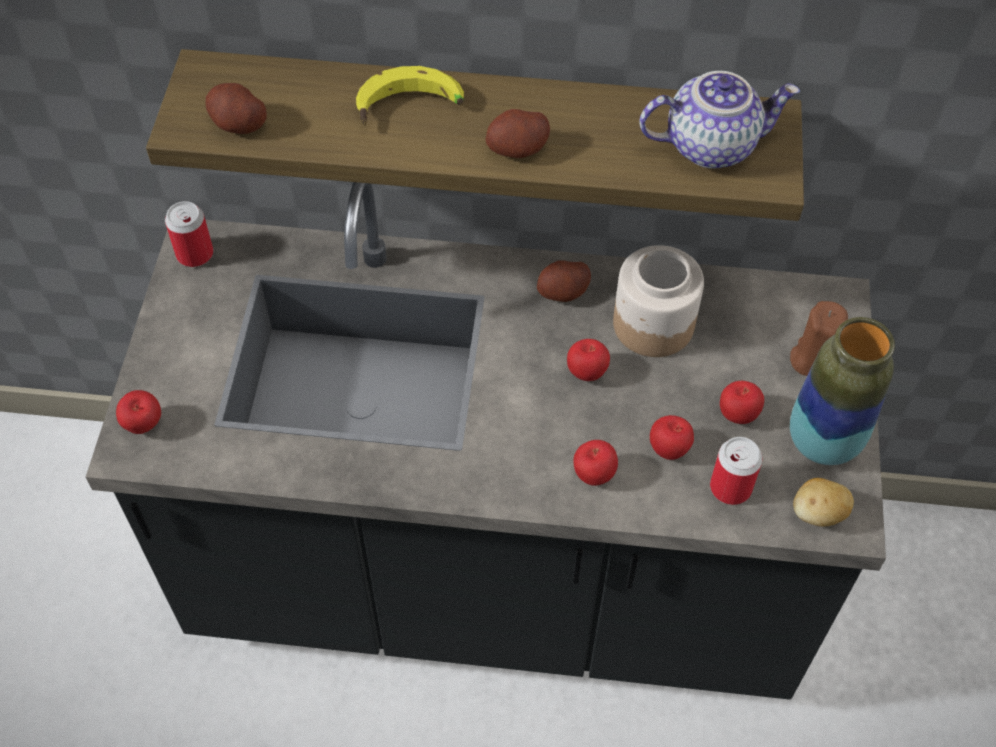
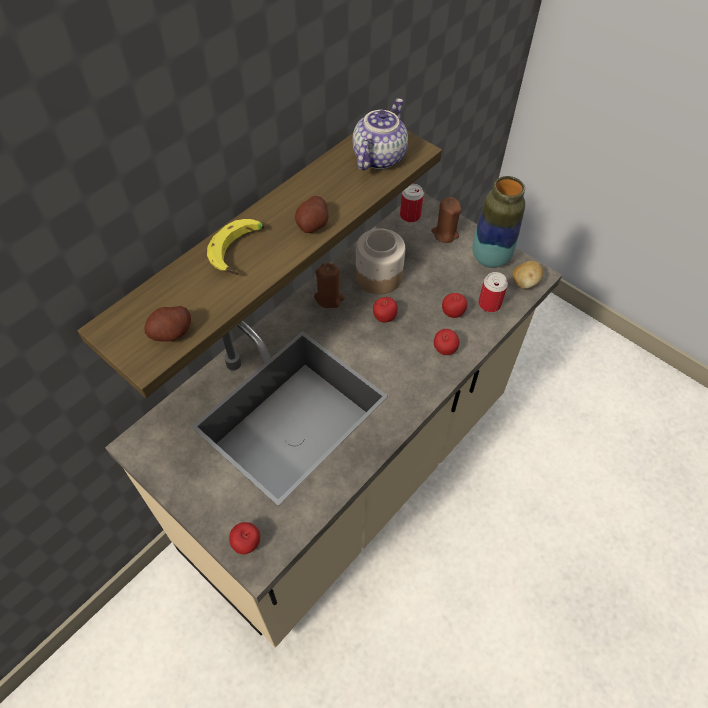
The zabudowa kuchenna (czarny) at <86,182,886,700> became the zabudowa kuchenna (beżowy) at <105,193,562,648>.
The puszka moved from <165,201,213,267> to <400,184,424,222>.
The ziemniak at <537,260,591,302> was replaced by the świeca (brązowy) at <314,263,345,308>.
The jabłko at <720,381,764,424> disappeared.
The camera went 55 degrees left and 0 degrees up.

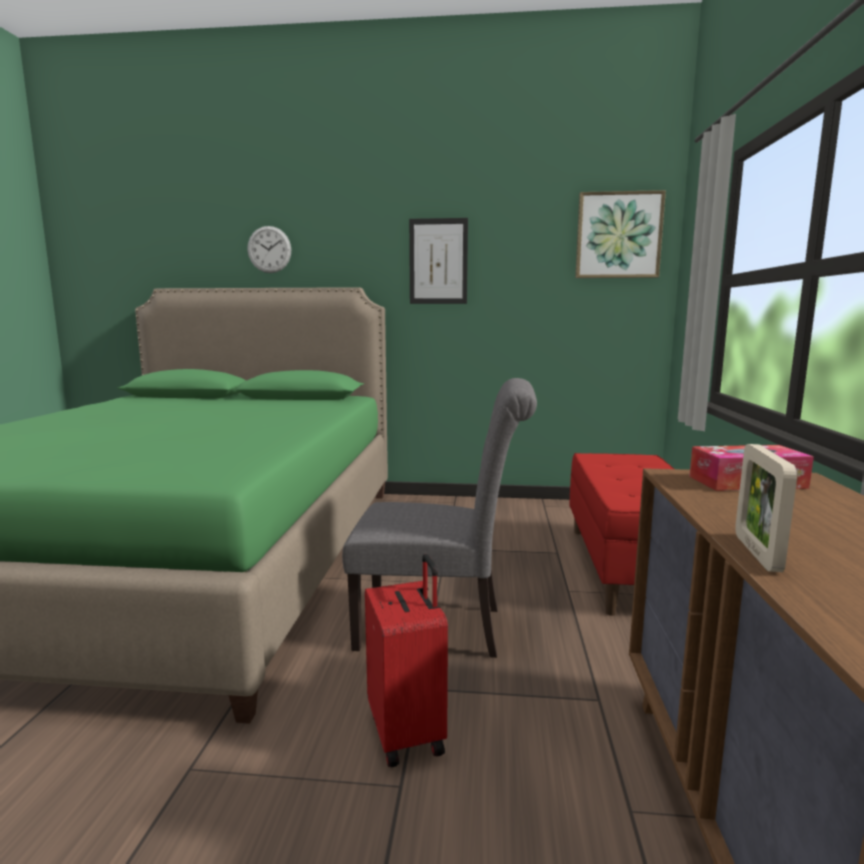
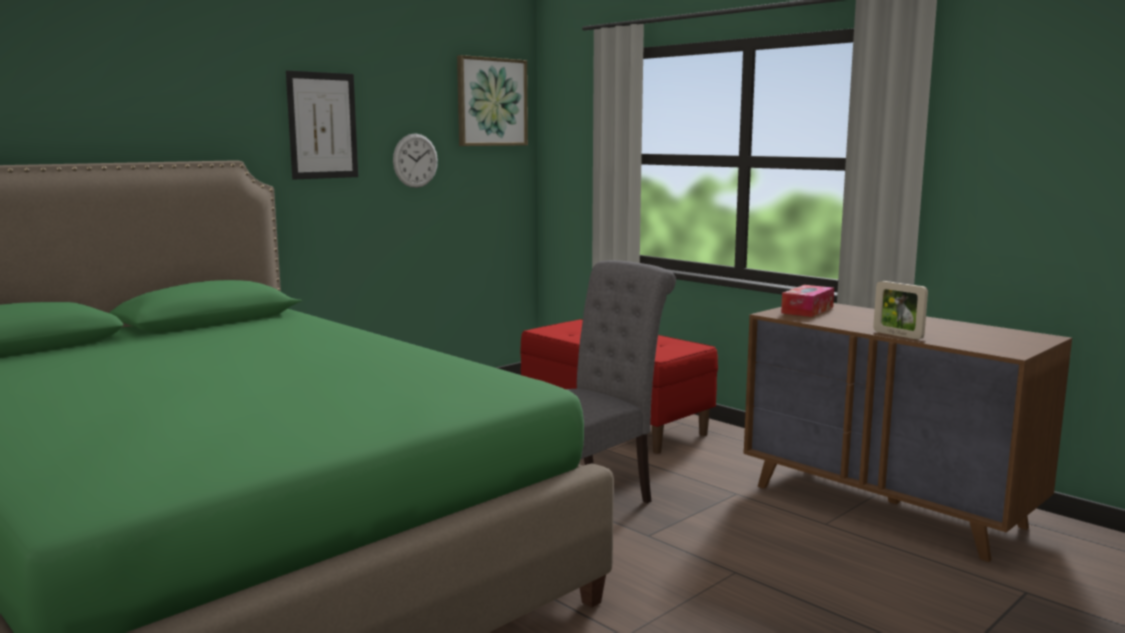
The zegar ścienny moved from <247,226,291,273> to <393,133,438,188>.
The walizka (czerwony) at <365,554,448,767> disappeared.
The camera went 50 degrees left and 0 degrees up.

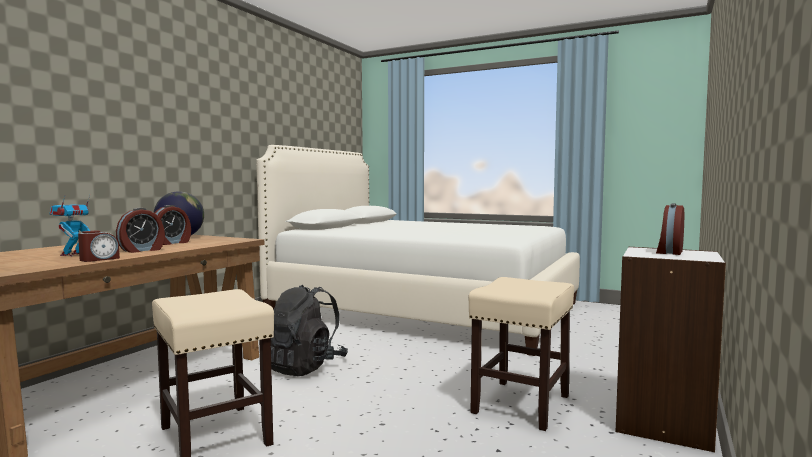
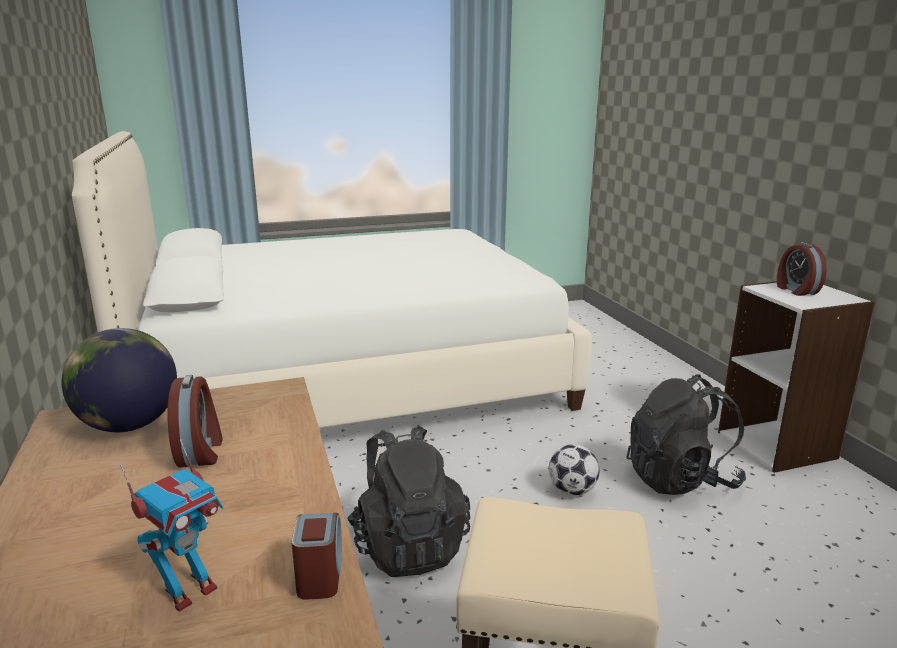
The robot zabawkowy at <49,195,91,256> turned 120 degrees counterclockwise.
The budzik at <116,208,165,253> disappeared.
The stołek (beżowy) at <469,277,574,431> was replaced by the plecak (czarny) at <626,375,746,495>.
The piłka futbolowa at <549,444,599,495> appeared.
The camera went 45 degrees left and 15 degrees up.

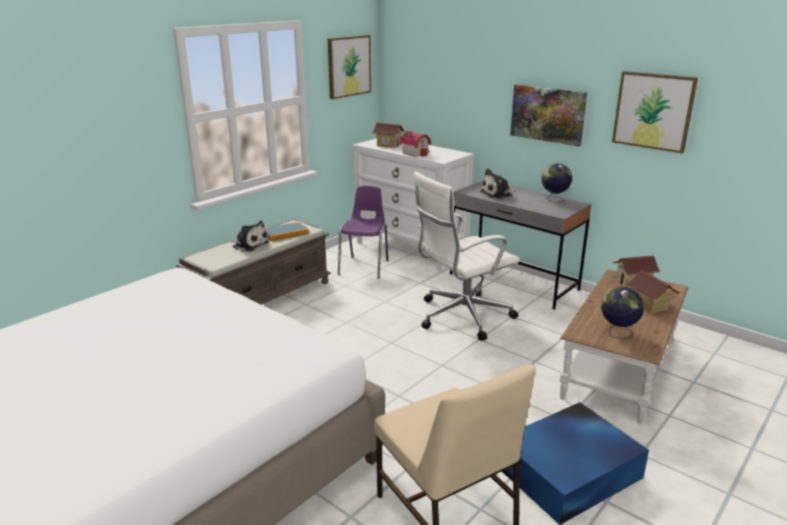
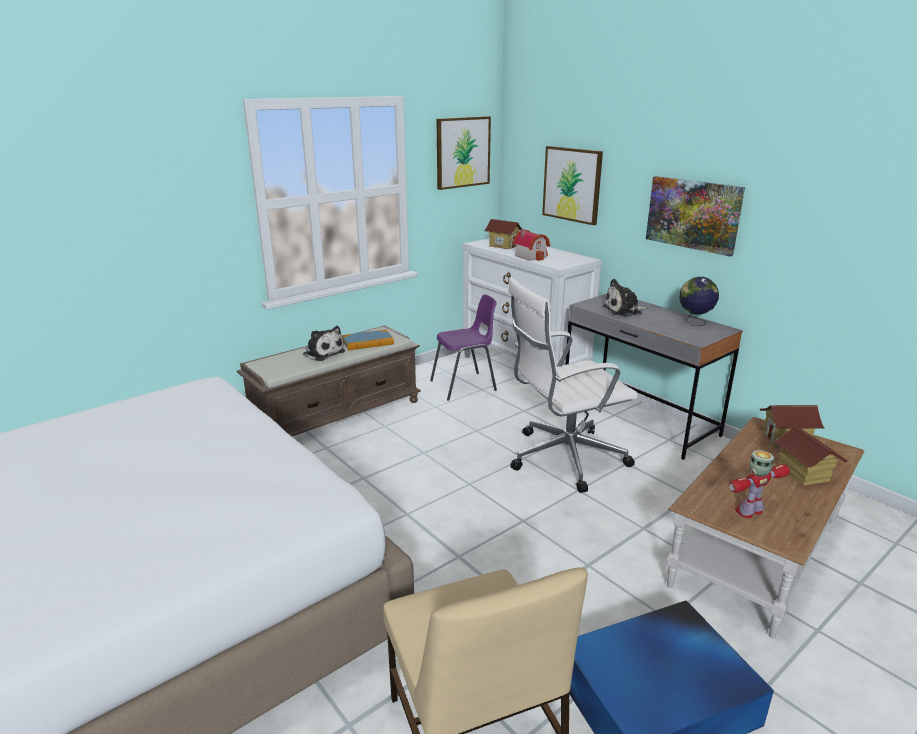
The krzesło (fioletowy) at <338,186,388,279> turned 45 degrees clockwise.
The globus at <601,287,644,339> was replaced by the robot zabawkowy at <729,450,790,518>.
The obraz moved from <612,71,698,153> to <542,146,603,225>.
The camera went 10 degrees right and 0 degrees up.

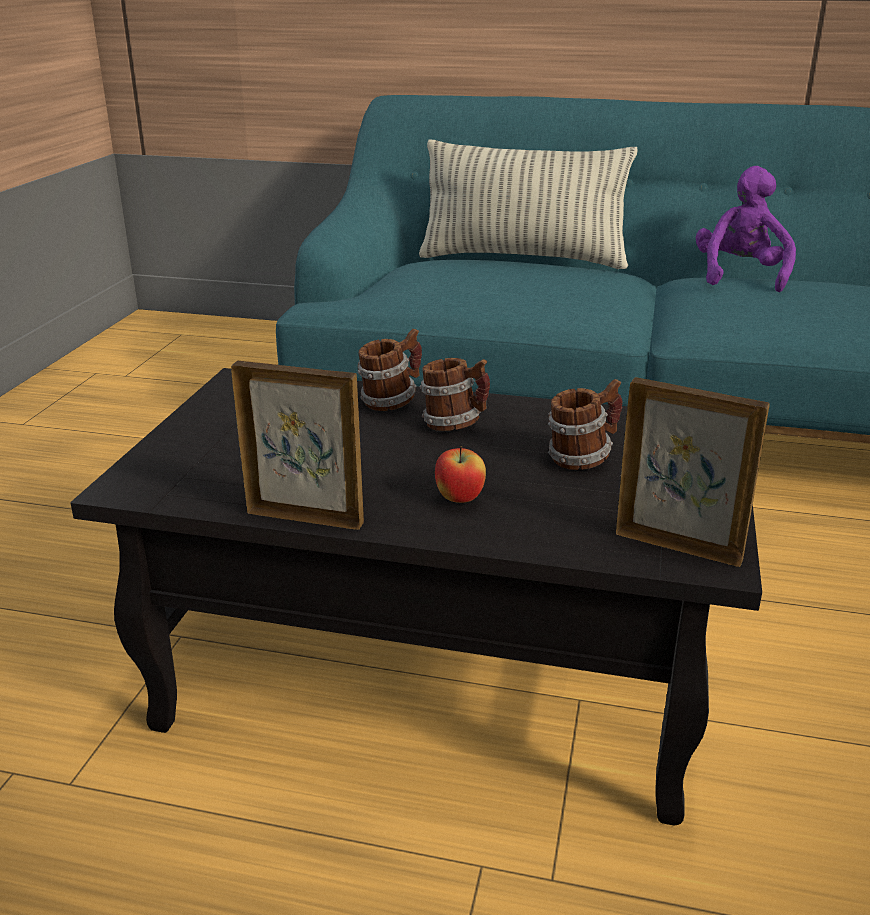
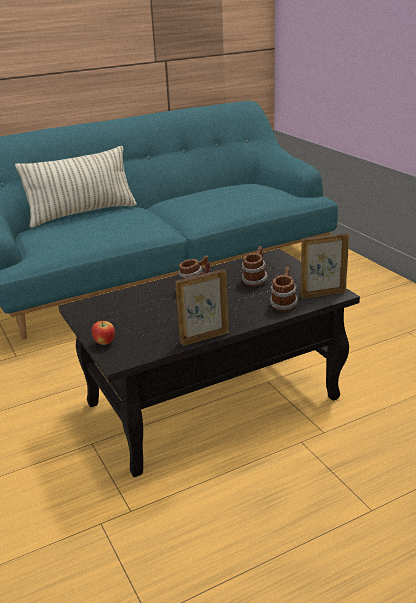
The kubek moved from <358,329,422,411> to <270,267,298,311>.
The jabłko moved from <435,446,486,503> to <92,320,115,345>.
The pluszak (fioletowy) at <696,166,796,292> disappeared.
The camera went 40 degrees left and 0 degrees up.

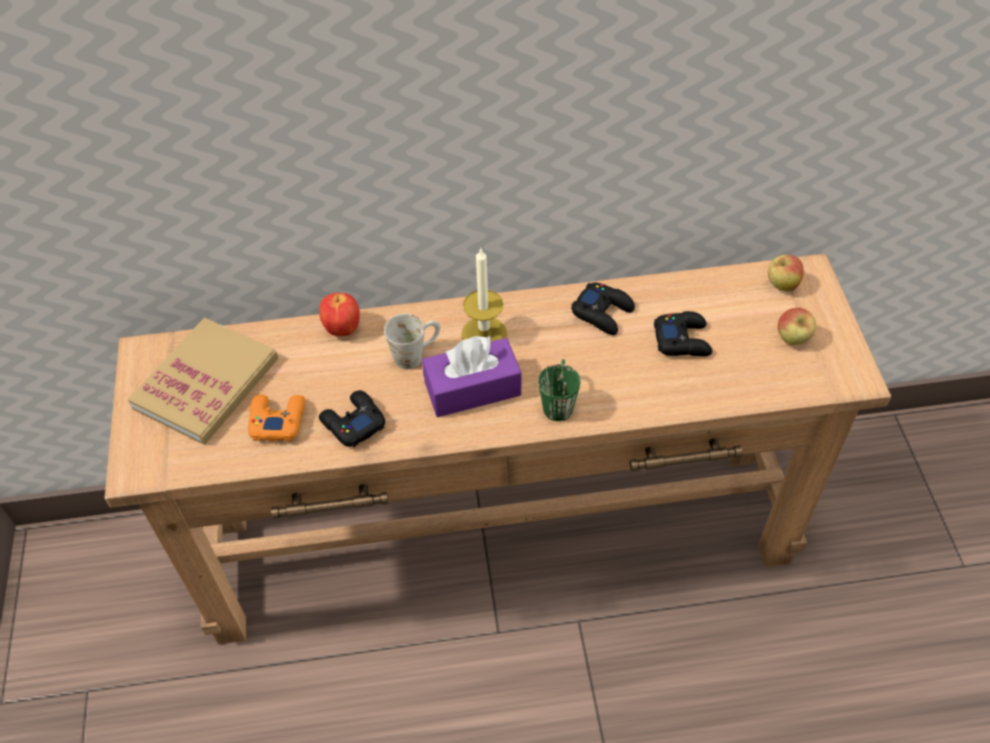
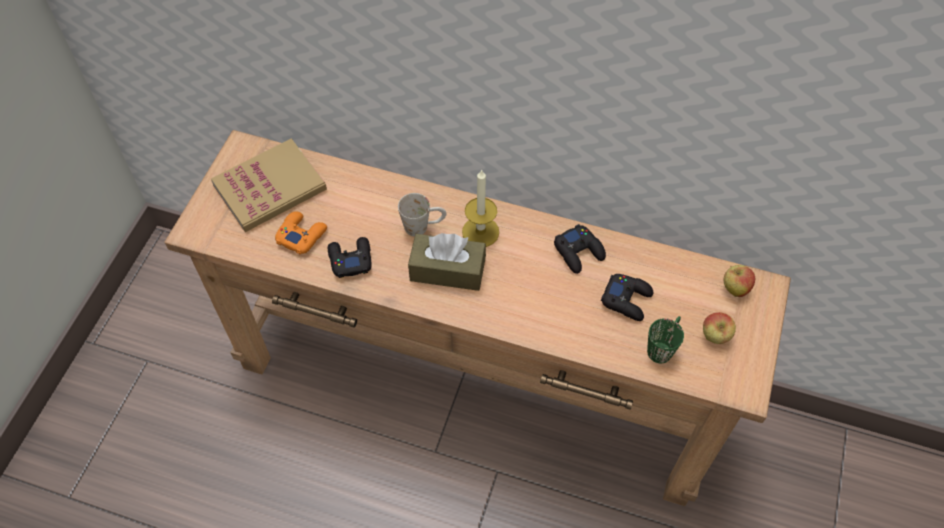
The jabłko at <319,293,360,336> disappeared.
The pudełko chusteczek (fioletowy) at <422,336,521,417> became the pudełko chusteczek (brązowy) at <408,233,486,291>.
The kubek (zielony) moved from <538,359,580,421> to <647,316,684,363>.
The camera went 25 degrees right and 5 degrees up.

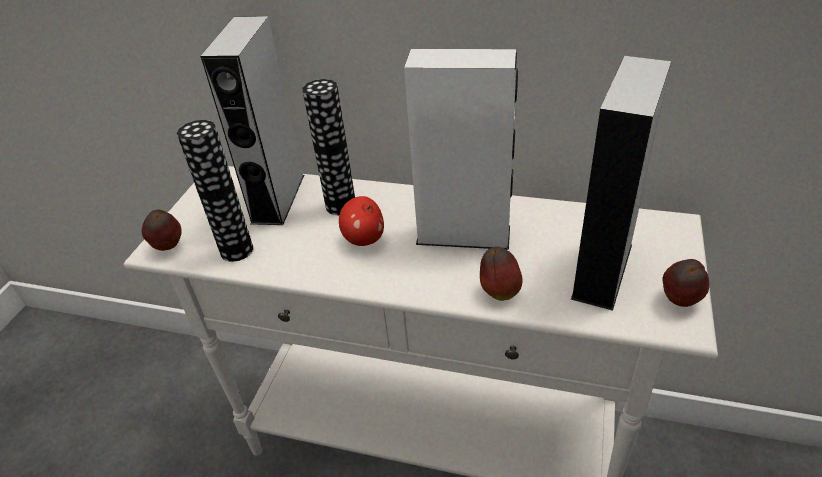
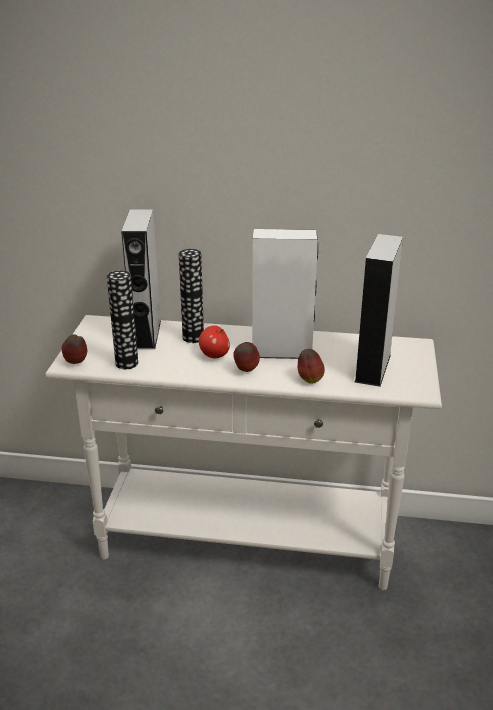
The jabłko moved from <663,259,709,307> to <233,342,260,372>.
The camera went 10 degrees left and 10 degrees down.

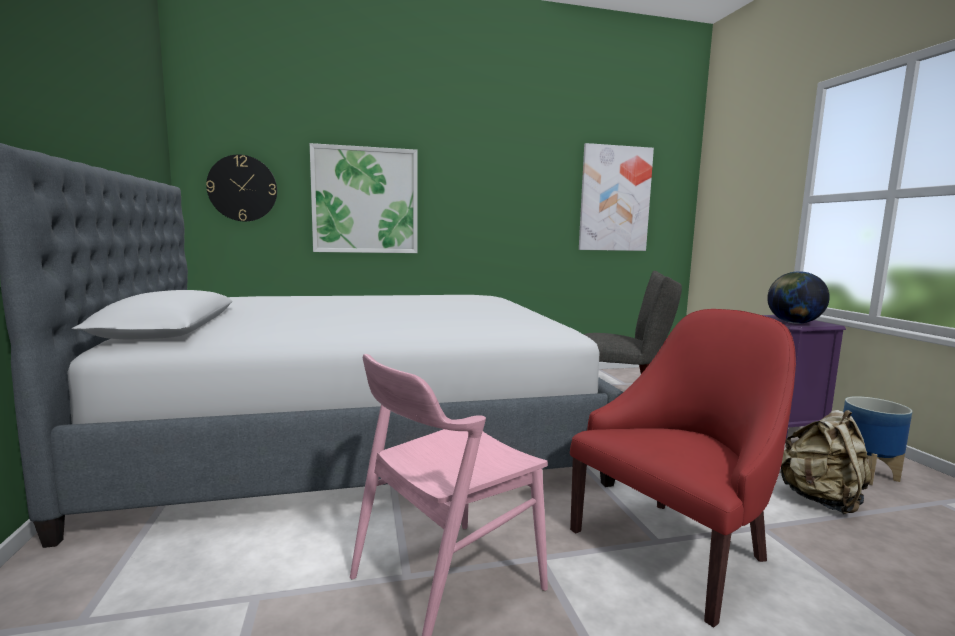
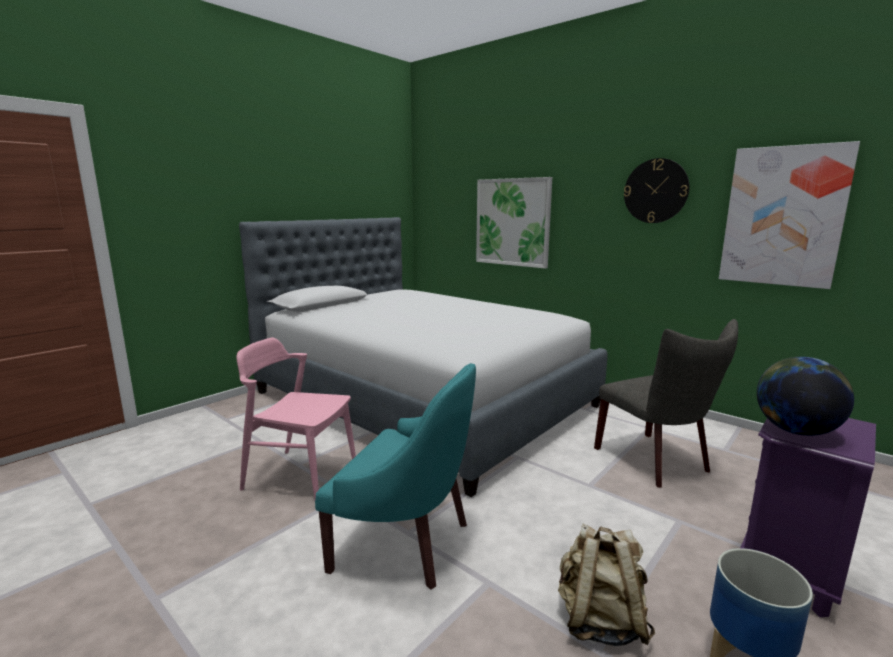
The zegar ścienny moved from <206,154,277,222> to <624,158,689,223>.
The fotel (czerwony) at <570,309,796,627> became the fotel (turkusowy) at <315,363,476,590>.
The camera went 55 degrees right and 5 degrees up.

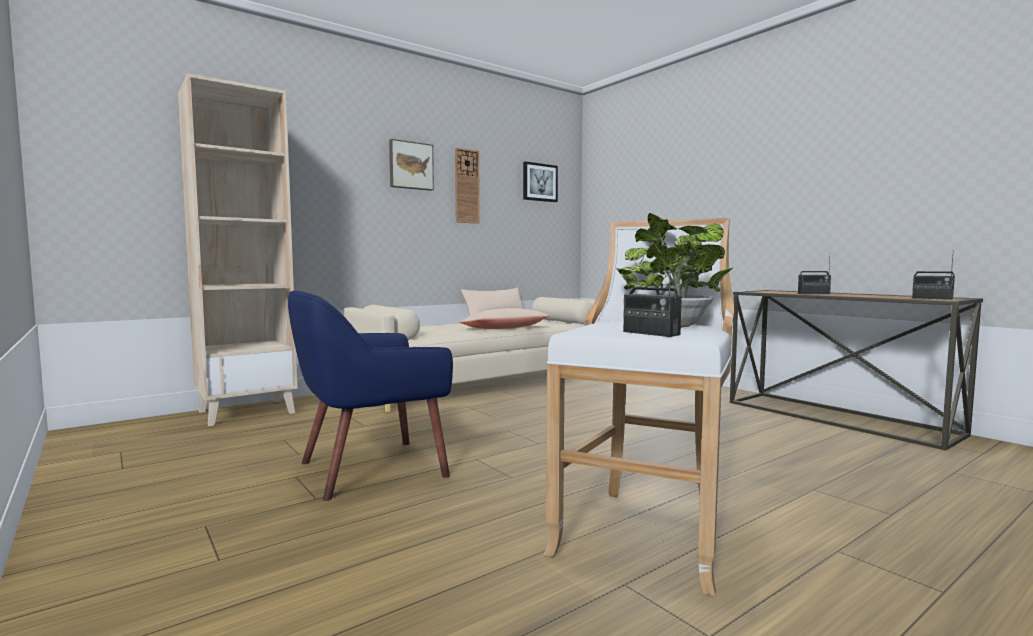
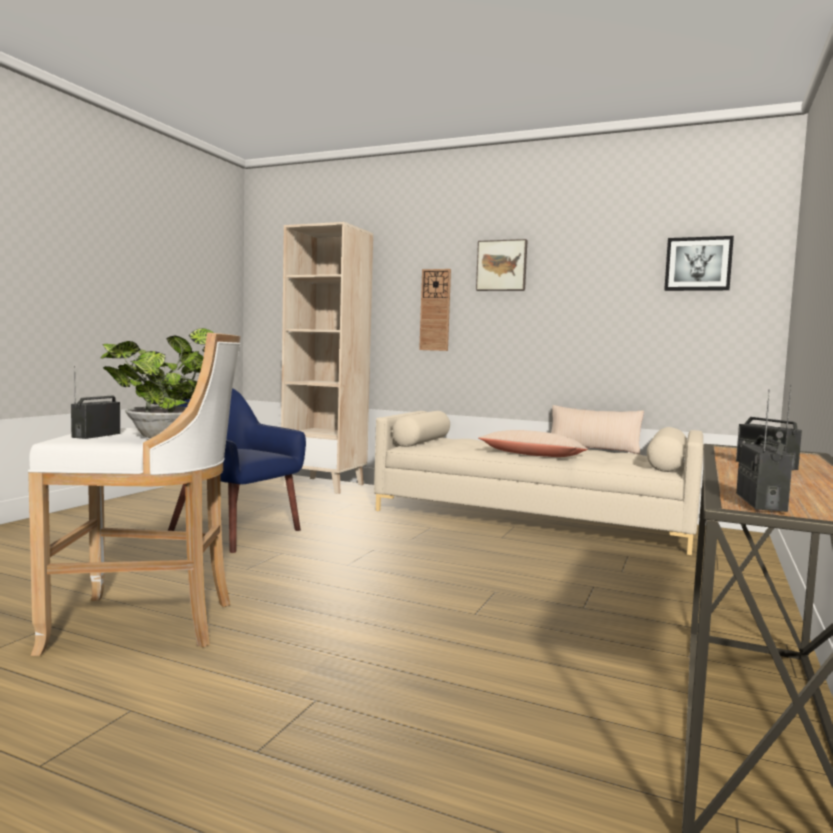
The zegar ścienny moved from <455,148,480,224> to <419,269,451,351>.
The camera went 60 degrees right and 0 degrees up.

